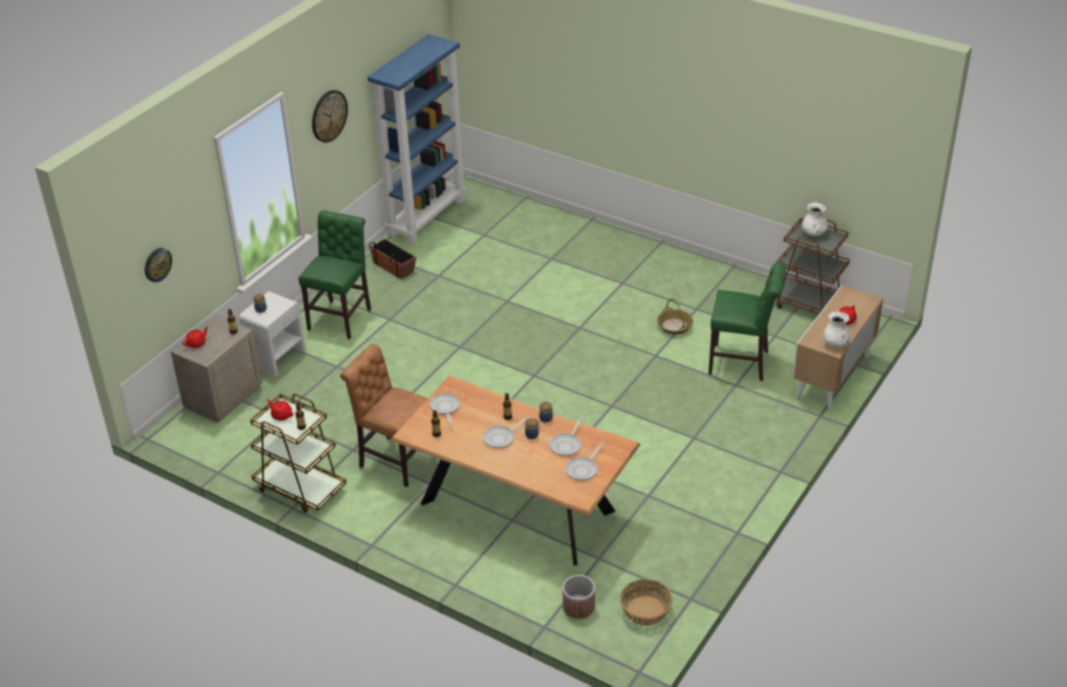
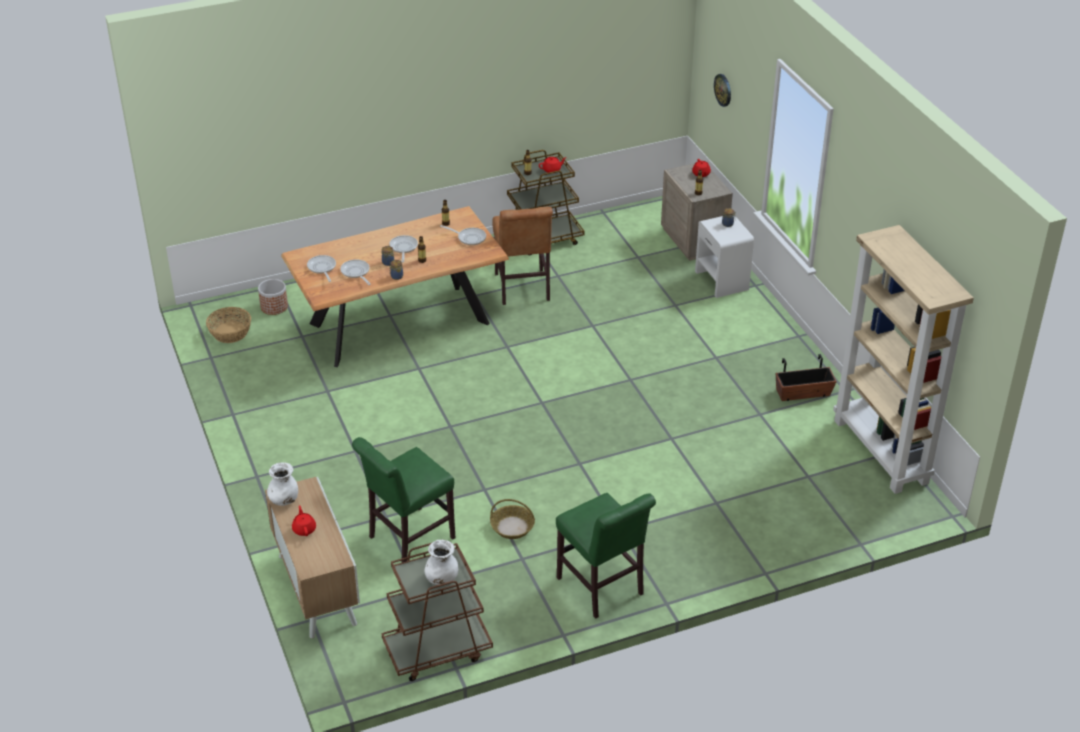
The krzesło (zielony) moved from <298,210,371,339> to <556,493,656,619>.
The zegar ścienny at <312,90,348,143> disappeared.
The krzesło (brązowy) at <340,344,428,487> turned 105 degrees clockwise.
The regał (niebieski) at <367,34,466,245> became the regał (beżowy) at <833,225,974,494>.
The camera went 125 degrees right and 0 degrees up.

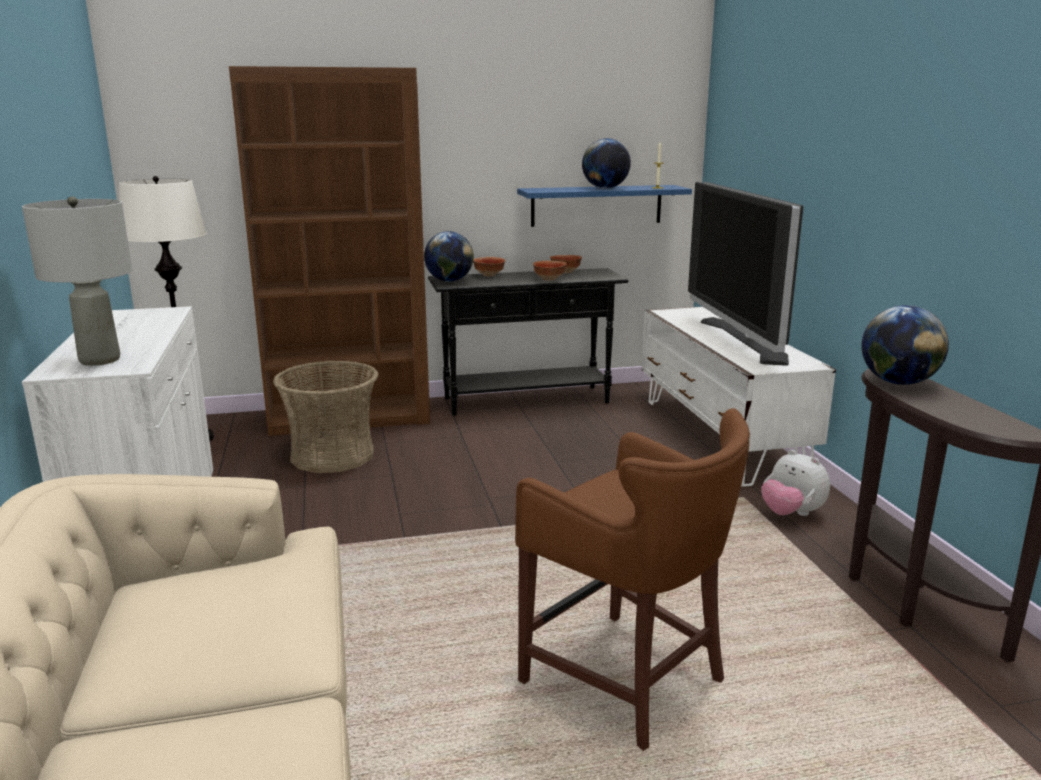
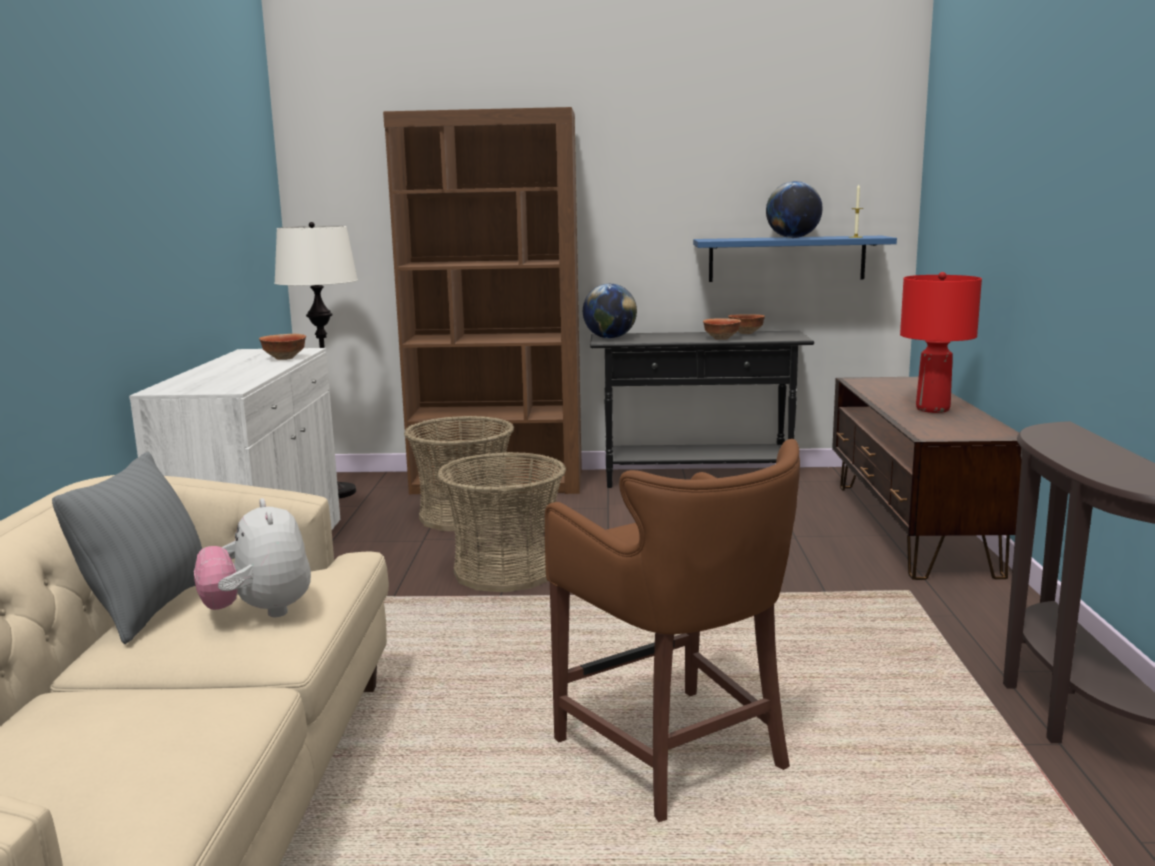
The lampa stołowa (szary) at <22,196,132,366> disappeared.
The miska moved from <473,257,505,276> to <259,334,306,360>.
The szafka pod telewizor (biały) at <642,307,836,487> became the szafka pod telewizor (brązowy) at <832,377,1022,580>.
The telewizor at <688,182,803,365> was replaced by the lampa stołowa (czerwony) at <900,272,982,413>.
The pluszak moved from <762,450,830,516> to <194,498,311,617>.
The globus at <861,305,949,385> disappeared.
The poduszka (szary) at <52,452,202,644> appeared.
The koszyk at <437,452,566,592> appeared.
The camera went 15 degrees right and 5 degrees down.

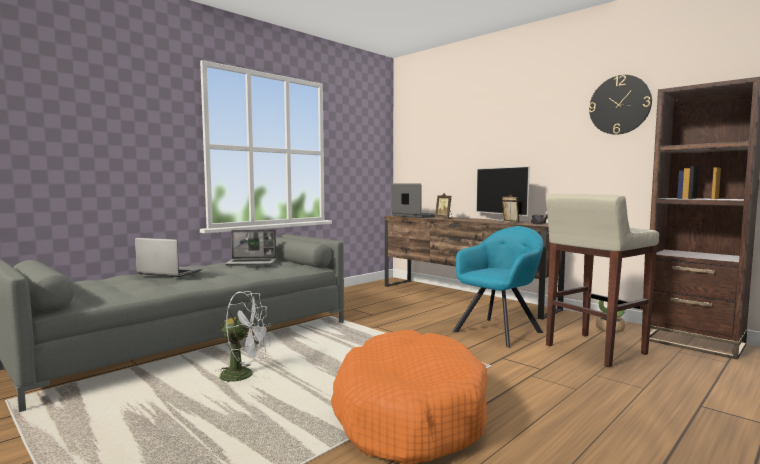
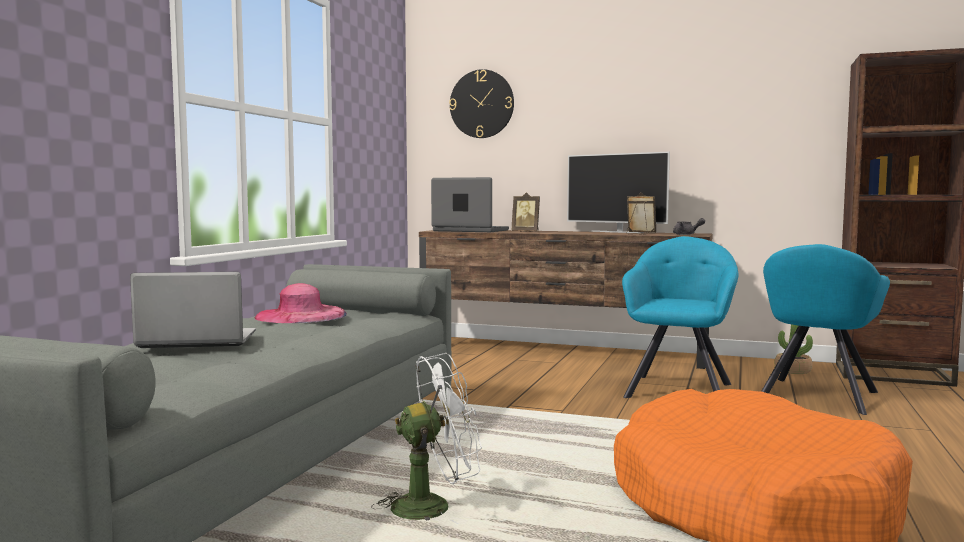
The laptop at <225,230,276,265> was replaced by the kapelusz (różowy) at <255,283,347,323>.
The stołek (beżowy) at <546,194,659,367> was replaced by the fotel (turkusowy) at <761,244,890,415>.
The zegar ścienny moved from <589,75,652,135> to <449,69,514,138>.
The camera went 25 degrees left and 0 degrees up.

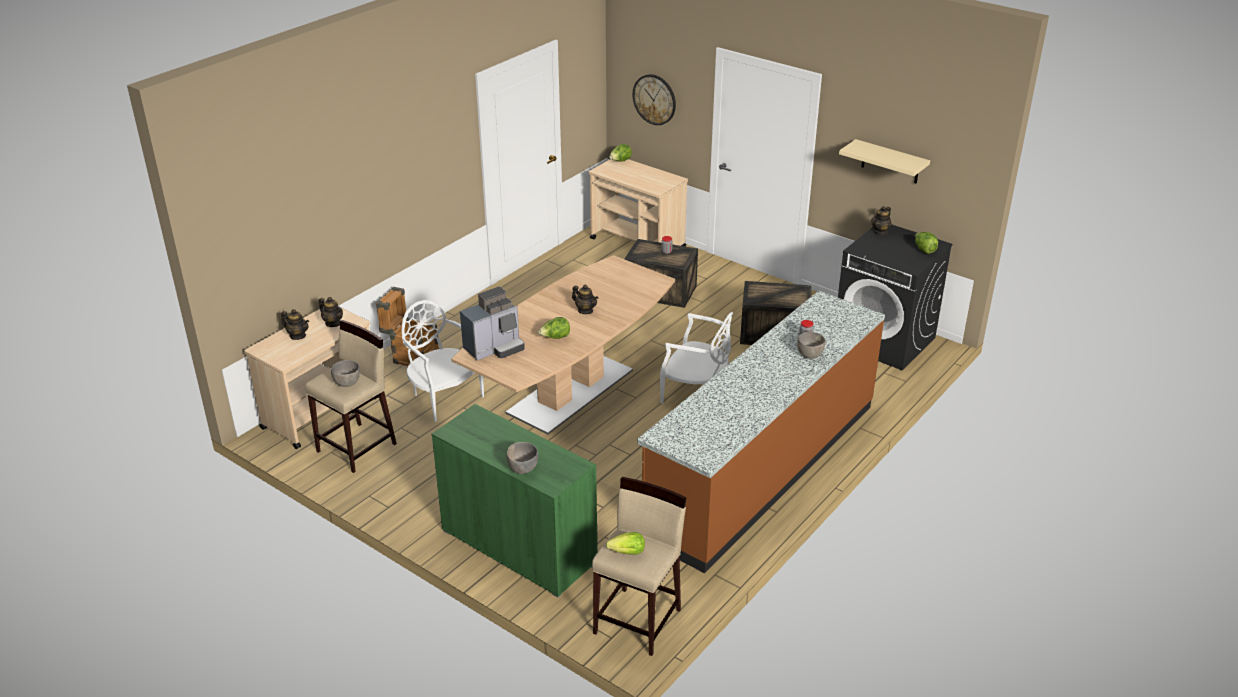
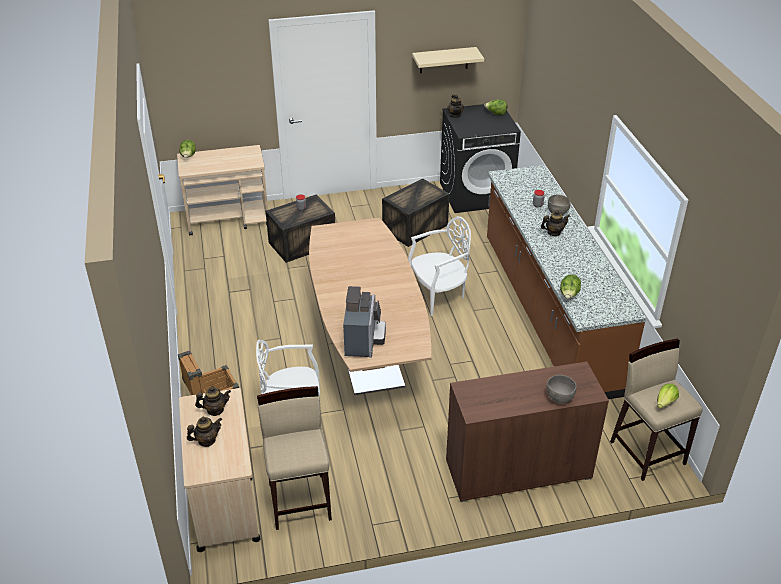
The miska (szary) at <331,360,360,387> disappeared.
The szafka (zielony) at <432,404,597,598> became the szafka (brązowy) at <446,362,609,502>.
The sałata moved from <538,317,570,339> to <560,274,581,299>.
The imbryk moved from <572,285,598,314> to <541,210,570,236>.
The zegar ścienny at <633,74,676,125> disappeared.
The camera went 50 degrees left and 5 degrees up.

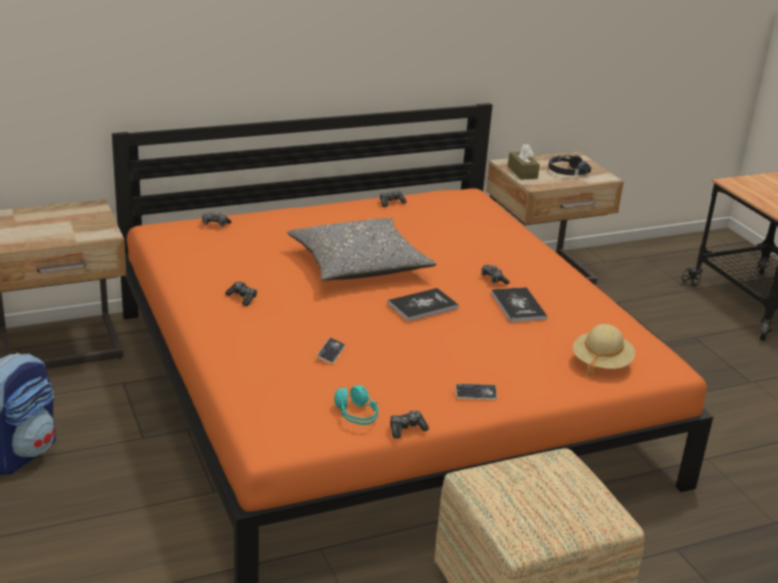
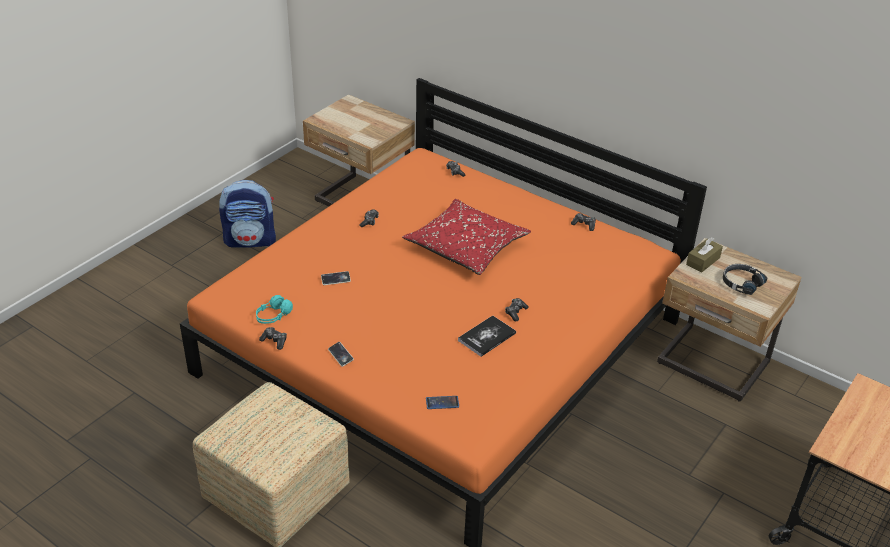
The poduszka (szary) at <287,218,437,281> became the poduszka (czerwony) at <402,199,531,275>.
The książka at <387,288,459,321> disappeared.
The kapelusz (beżowy) at <573,324,635,377> was replaced by the telefon at <426,396,459,409>.
The camera went 60 degrees right and 10 degrees up.

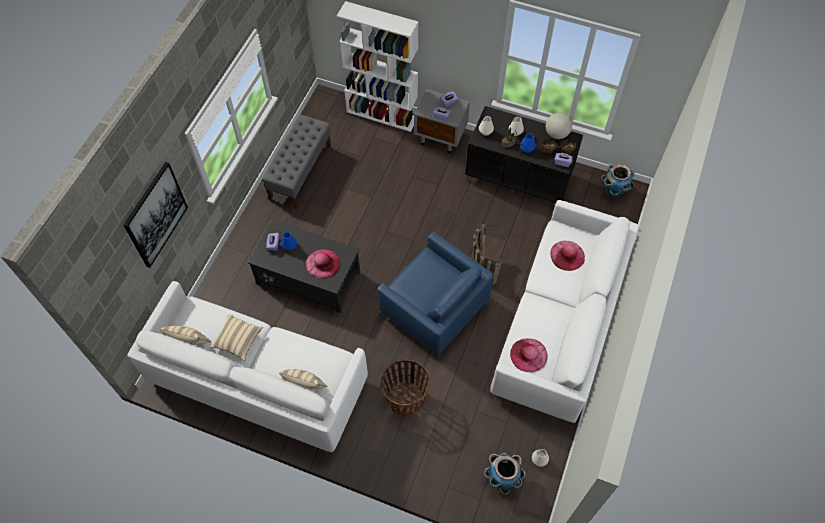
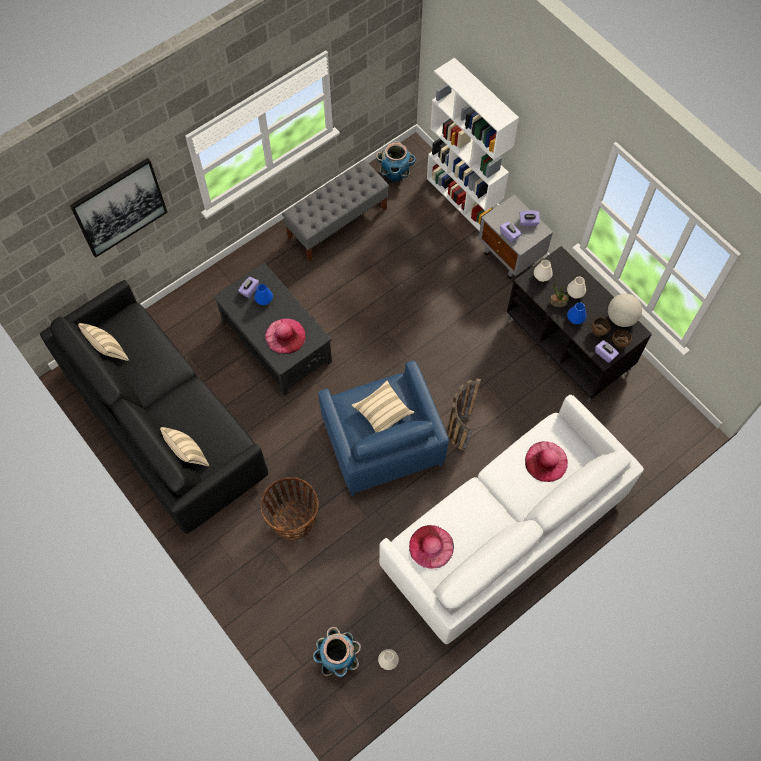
The kanapa (biały) at <127,281,368,452> became the kanapa (czarny) at <40,280,268,534>.
The poduszka (beżowy) moved from <210,314,263,361> to <351,381,415,432>.
The donica moved from <601,164,635,197> to <376,141,416,181>.
The camera went 30 degrees right and 5 degrees up.

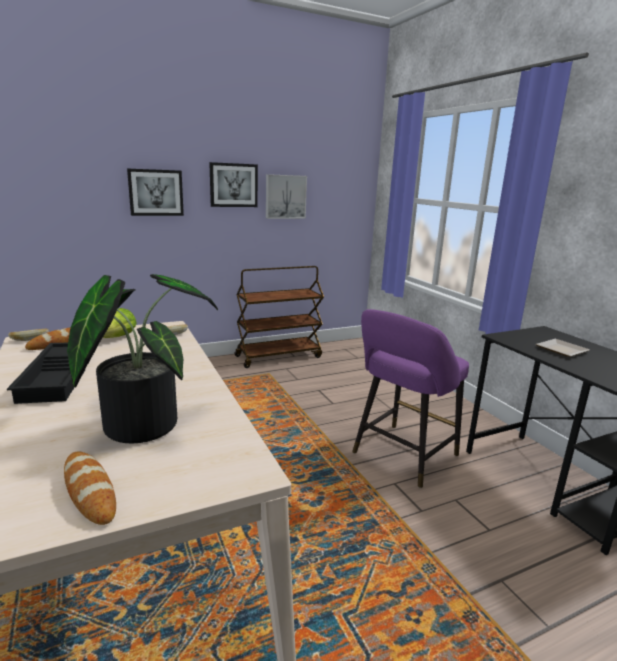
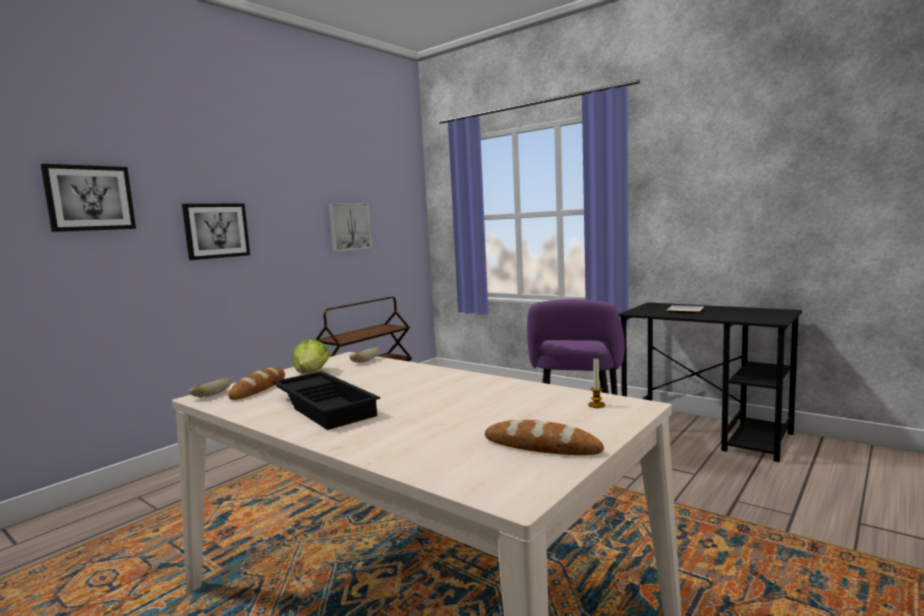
The roślina doniczkowa at <67,274,218,443> disappeared.
The obraz moved from <209,162,258,207> to <41,164,136,232>.
The świeca at <588,359,605,408> appeared.
The camera went 25 degrees left and 10 degrees down.

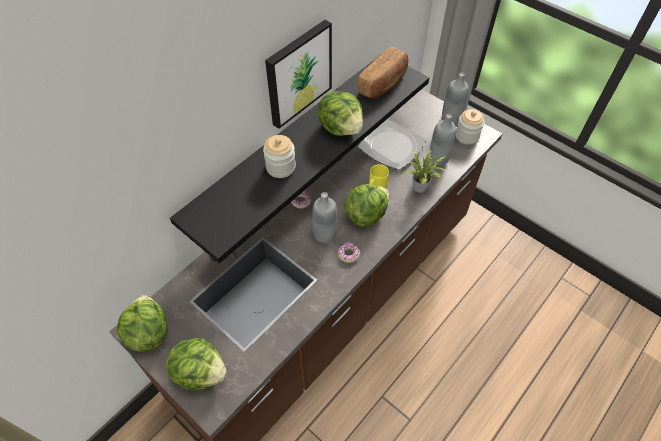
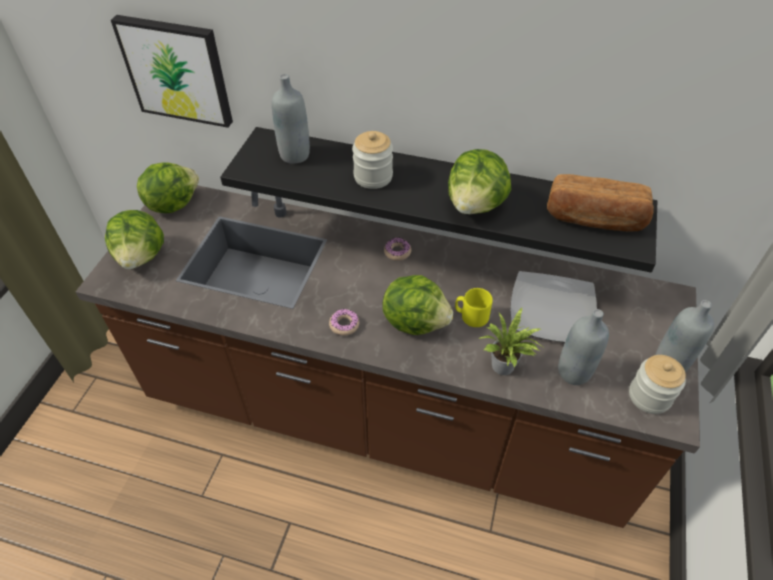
The obraz moved from <265,20,332,129> to <111,15,233,128>.
The butelka (szary) moved from <312,192,337,243> to <272,74,310,164>.
The camera went 65 degrees right and 5 degrees down.

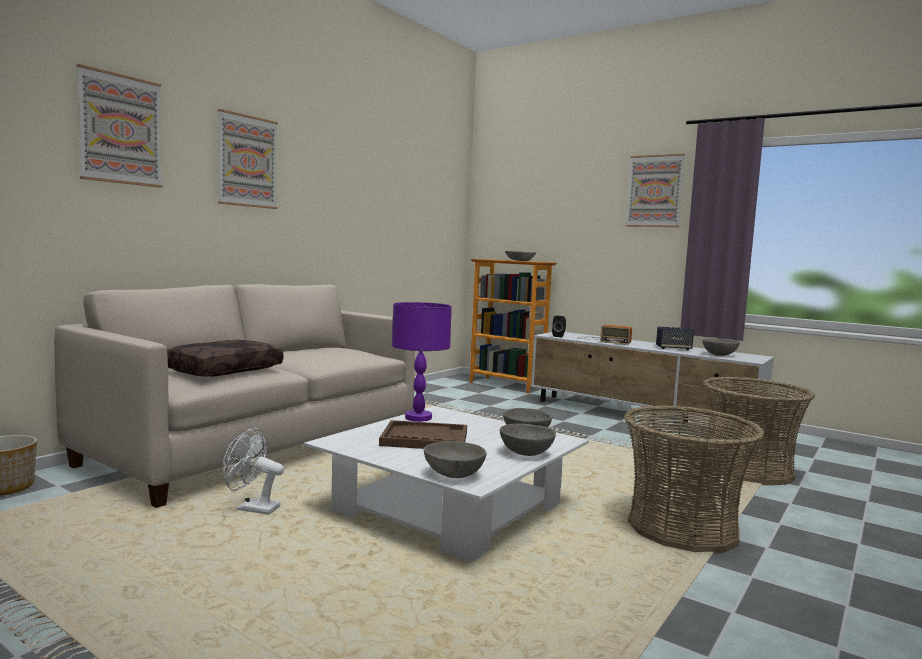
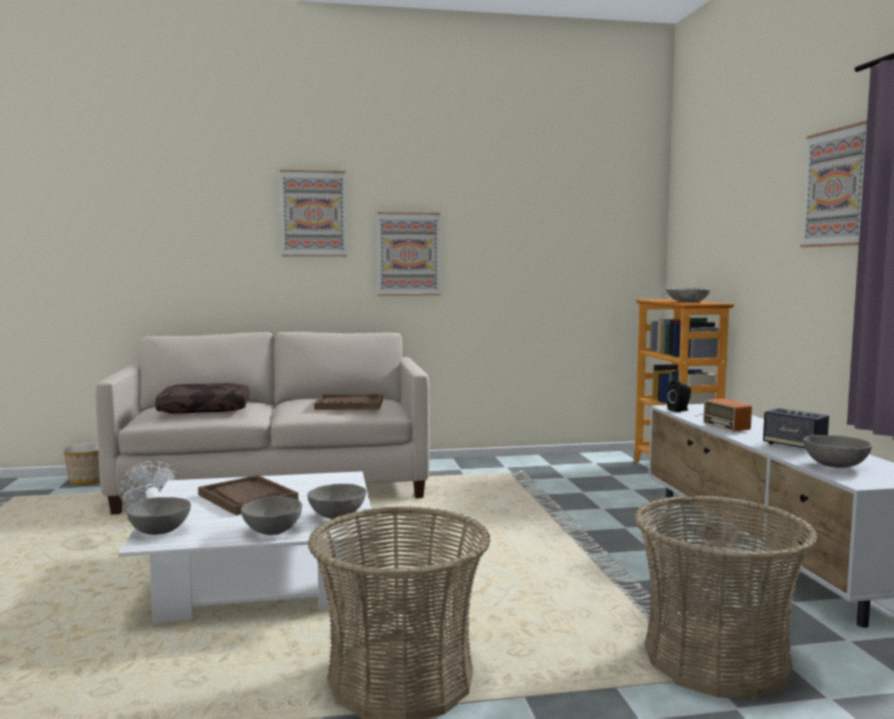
The obraz moved from <77,64,162,188> to <377,212,440,296>.
The lampa stołowa (fioletowy) at <392,302,452,422> disappeared.
The taca (brązowy) at <314,394,383,410> appeared.
The camera went 45 degrees right and 0 degrees up.

